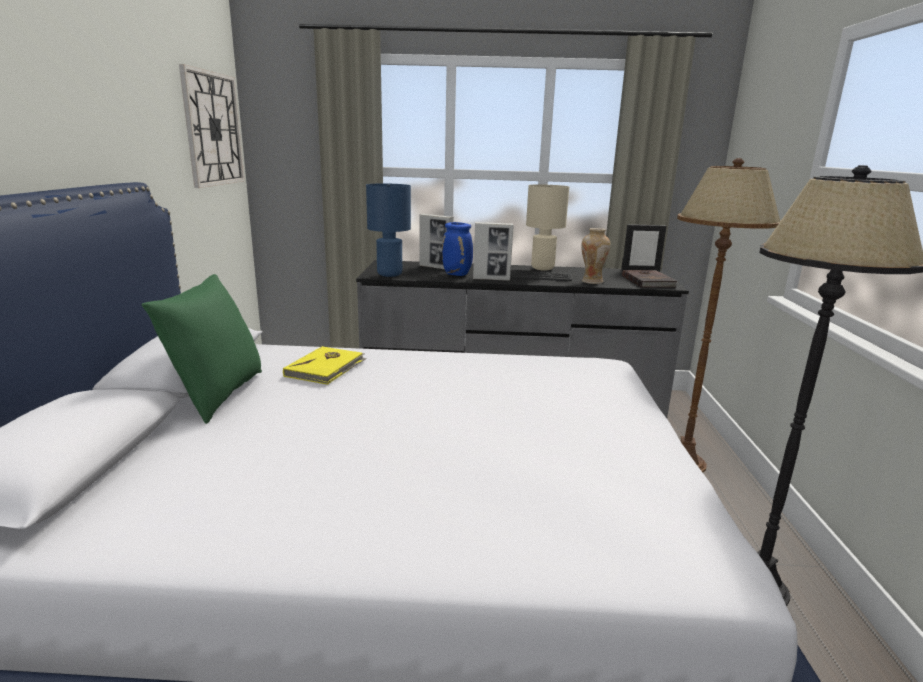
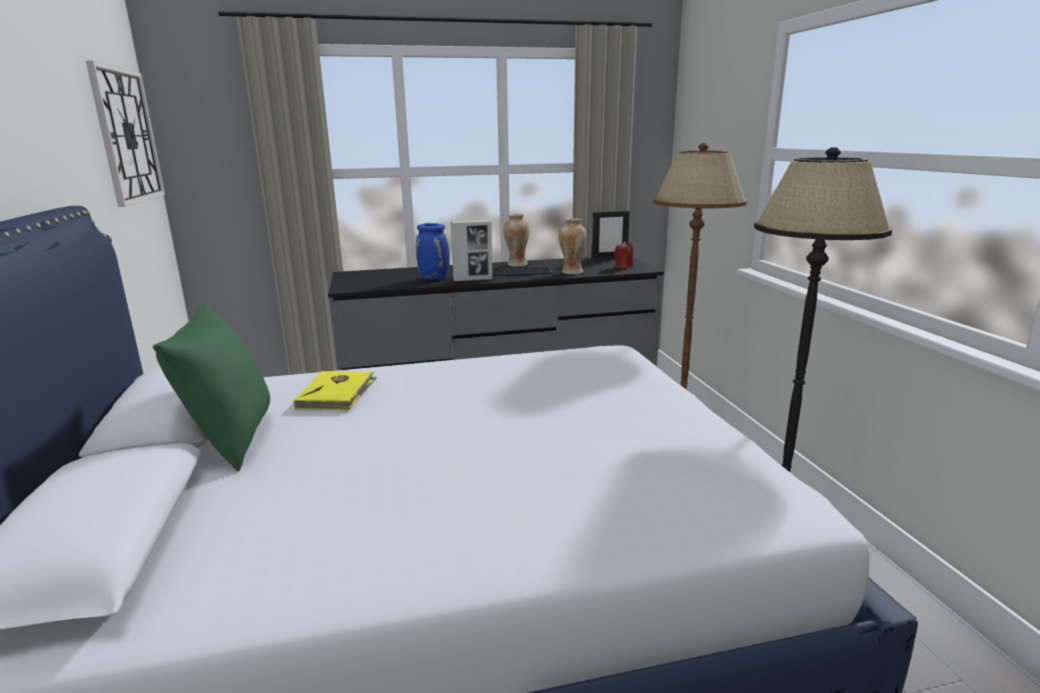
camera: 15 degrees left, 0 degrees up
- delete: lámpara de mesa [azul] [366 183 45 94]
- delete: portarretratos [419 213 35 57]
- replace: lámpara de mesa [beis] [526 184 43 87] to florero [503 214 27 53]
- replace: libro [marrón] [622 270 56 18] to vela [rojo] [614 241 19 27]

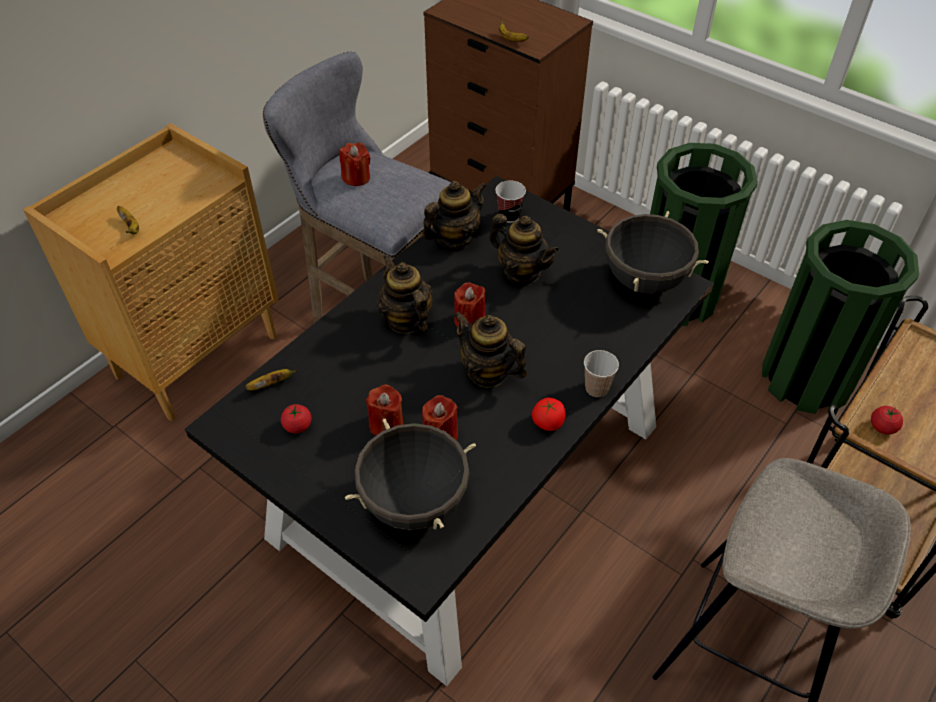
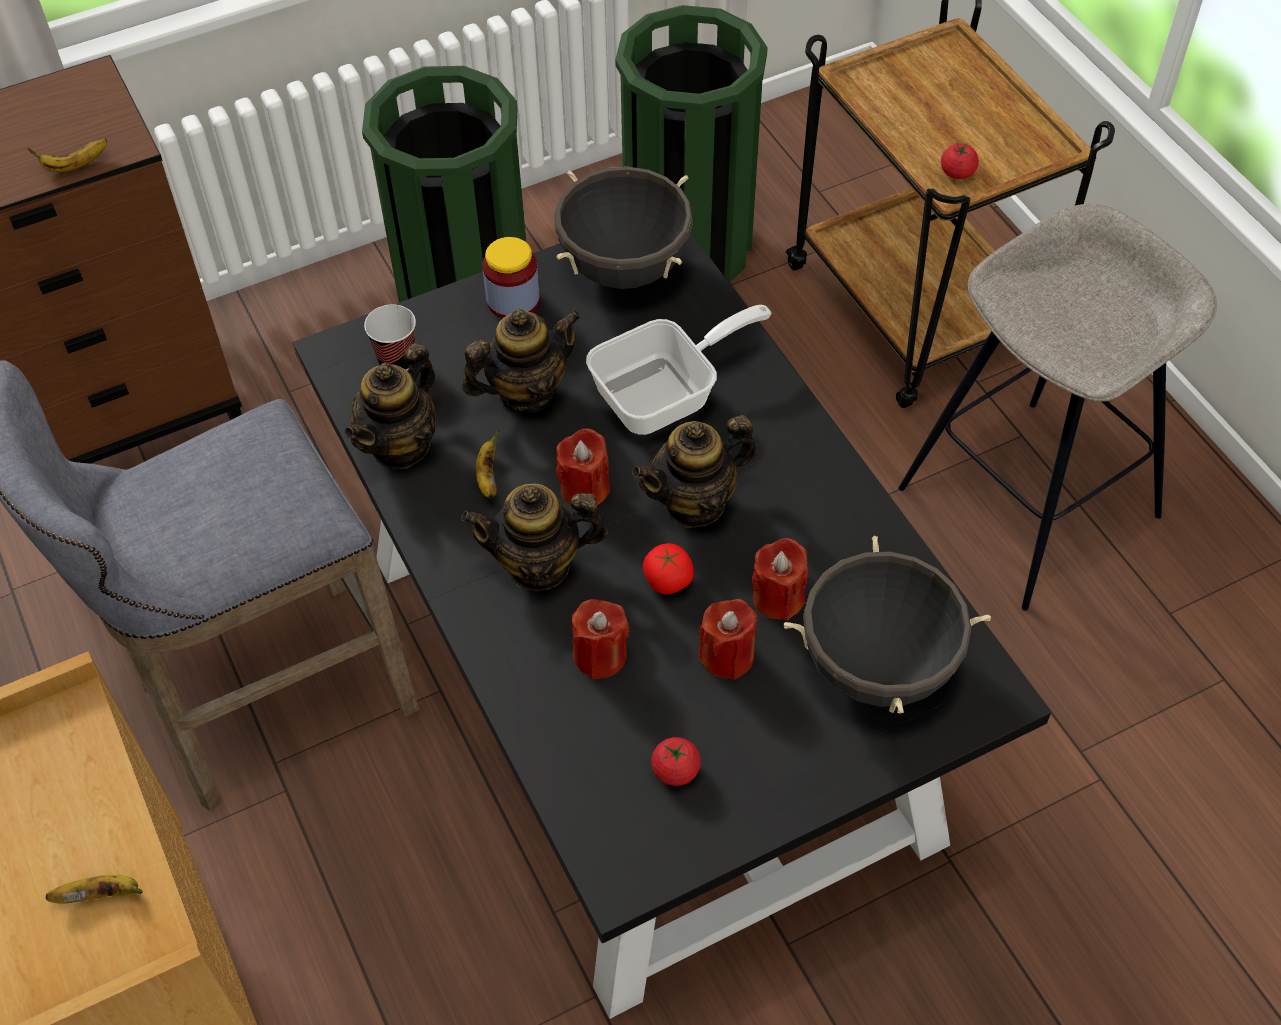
camera: 65 degrees left, 5 degrees up
- delete: taza [584 350 35 47]
- insert: tarro [482 237 58 81]
- insert: sartén [586 305 185 130]
- move: plátano [245 369 52 22] to [476 428 24 70]
- move: vela [rojo] [339 142 31 44] to [571 599 58 80]
- move: tomate [532 398 34 33] to [643 543 51 51]
- rotate: tetera [422 181 64 68] = [345 343 91 126] 135 degrees counterclockwise

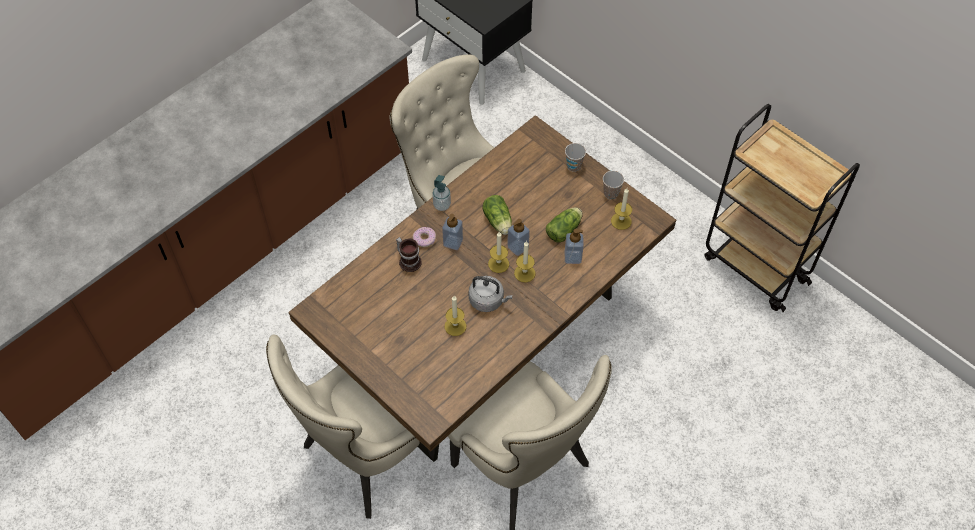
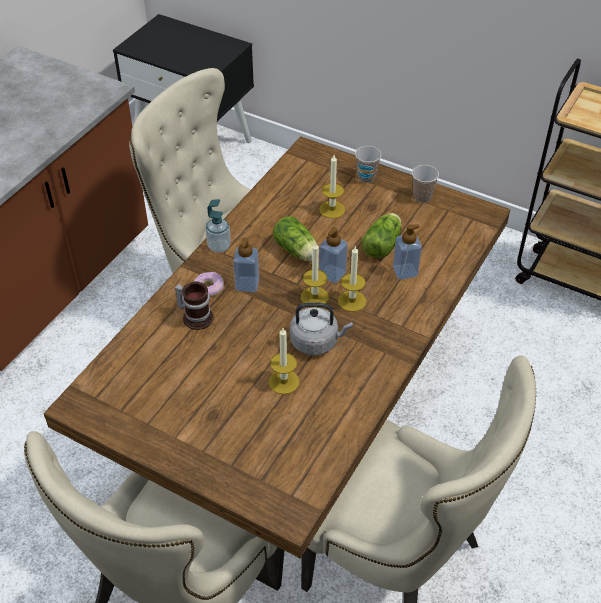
camera: 15 degrees left, 10 degrees down
- move: vela [611 188 21 42] to [319 155 26 63]

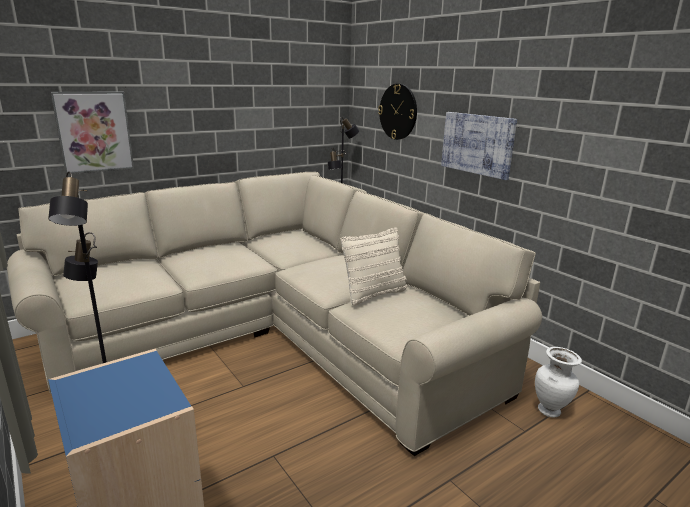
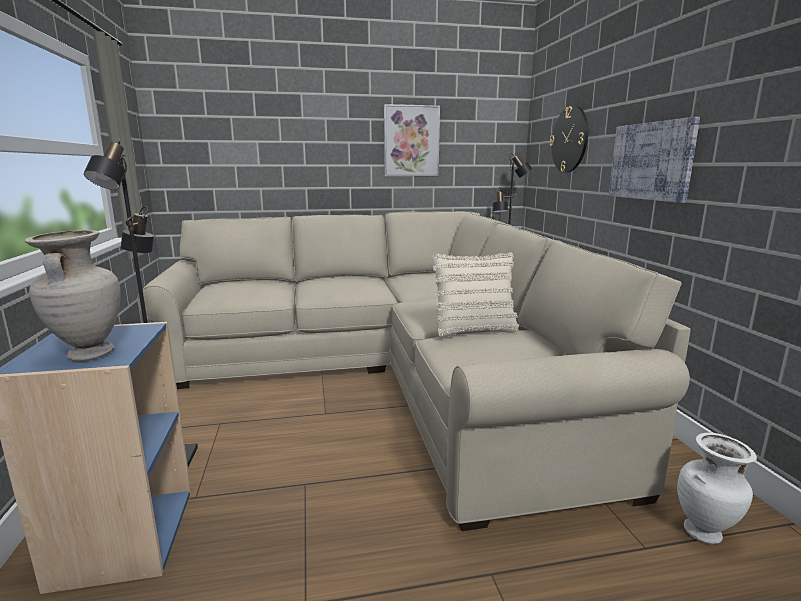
camera: 25 degrees right, 5 degrees down
- insert: florero [beis] [24 230 97 132]
- move: cuadro [51 92 83 82] to [384 104 56 72]

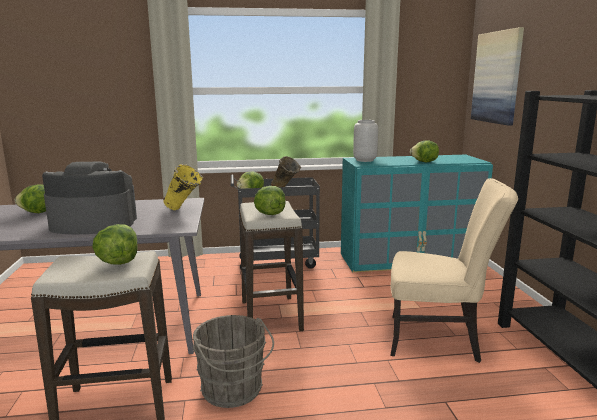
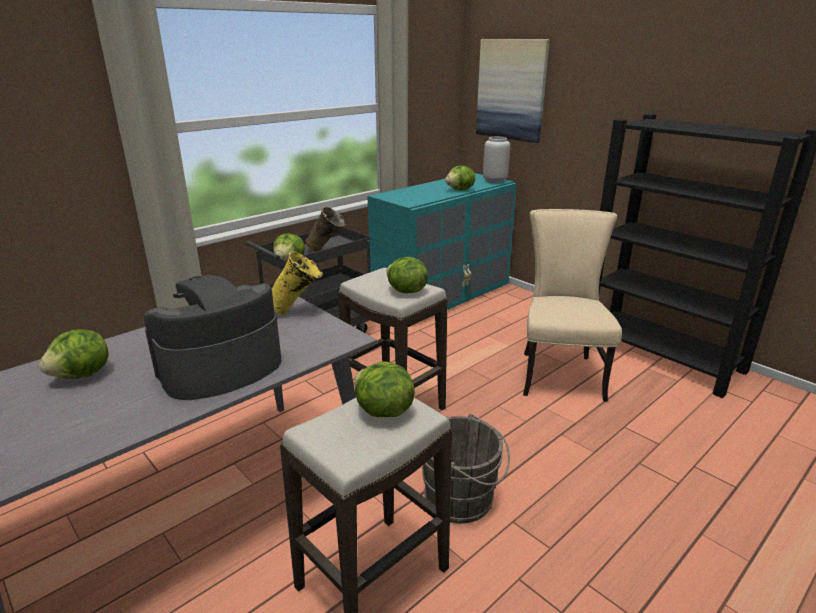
camera: 35 degrees left, 10 degrees up
- move: florero [gris] [353 120 25 42] to [483 137 27 46]
- rotate: silla [beis] [391 178 127 185] = [523 209 99 193] 60 degrees counterclockwise

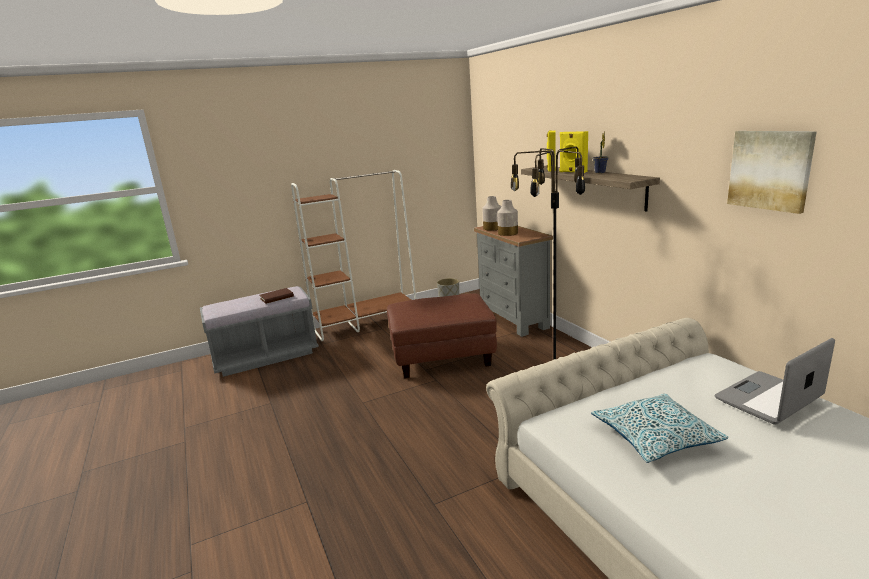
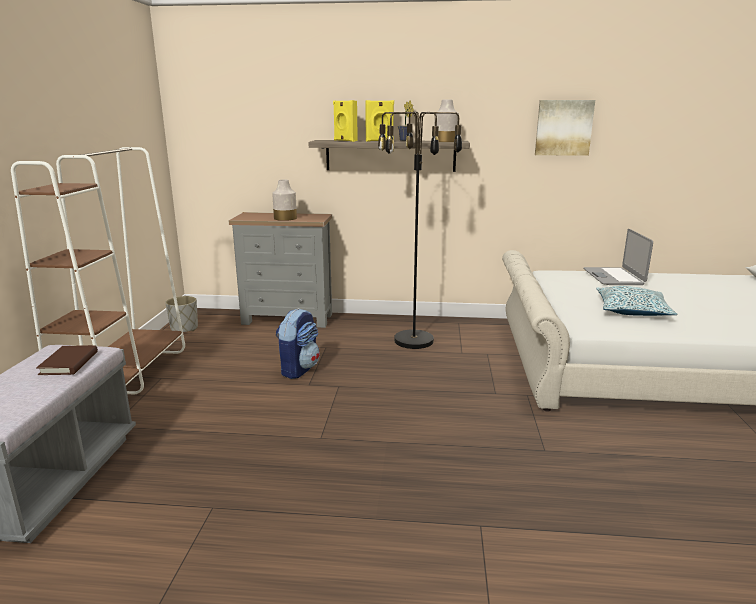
camera: 60 degrees left, 0 degrees up
- move: florero [beis] [482 196 20 35] to [434 100 25 42]
- replace: puf [marrón] [387 294 110 84] to mochila [276 308 44 71]

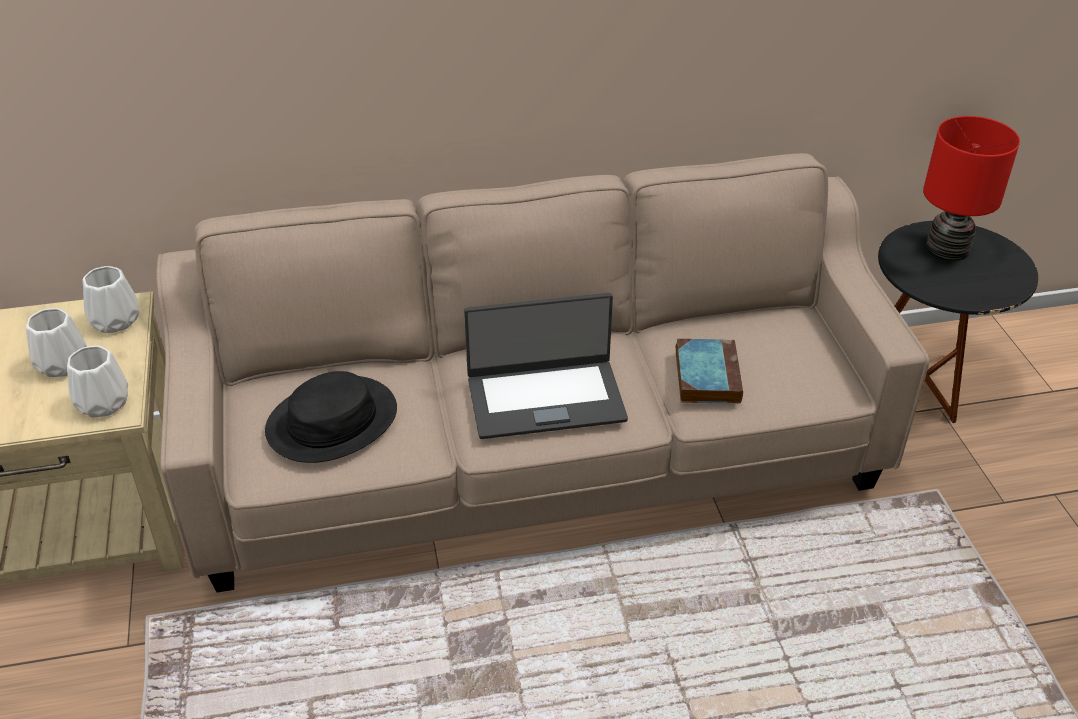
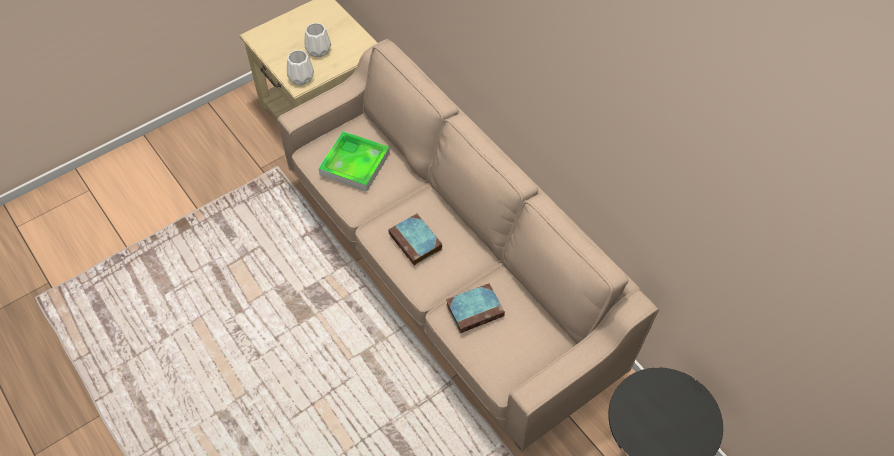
camera: 65 degrees right, 15 degrees up
- delete: florero [blanco] [83 266 56 67]
- delete: lámpara de mesa [rojo] [923 116 97 145]
- replace: sombrero [negro] [265 371 132 92] to bandeja [318 131 72 61]
- replace: portátil [464 293 164 146] to libro [388 214 54 52]

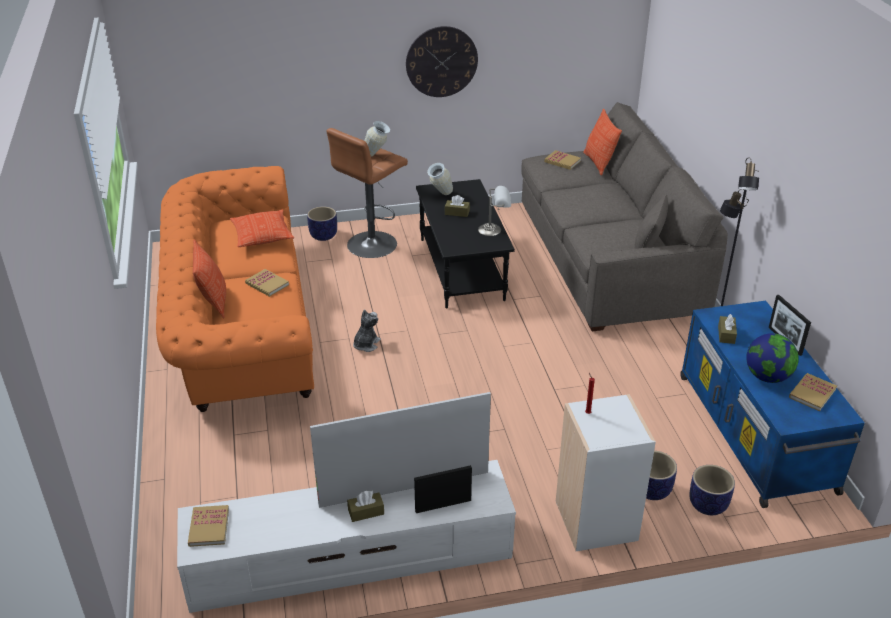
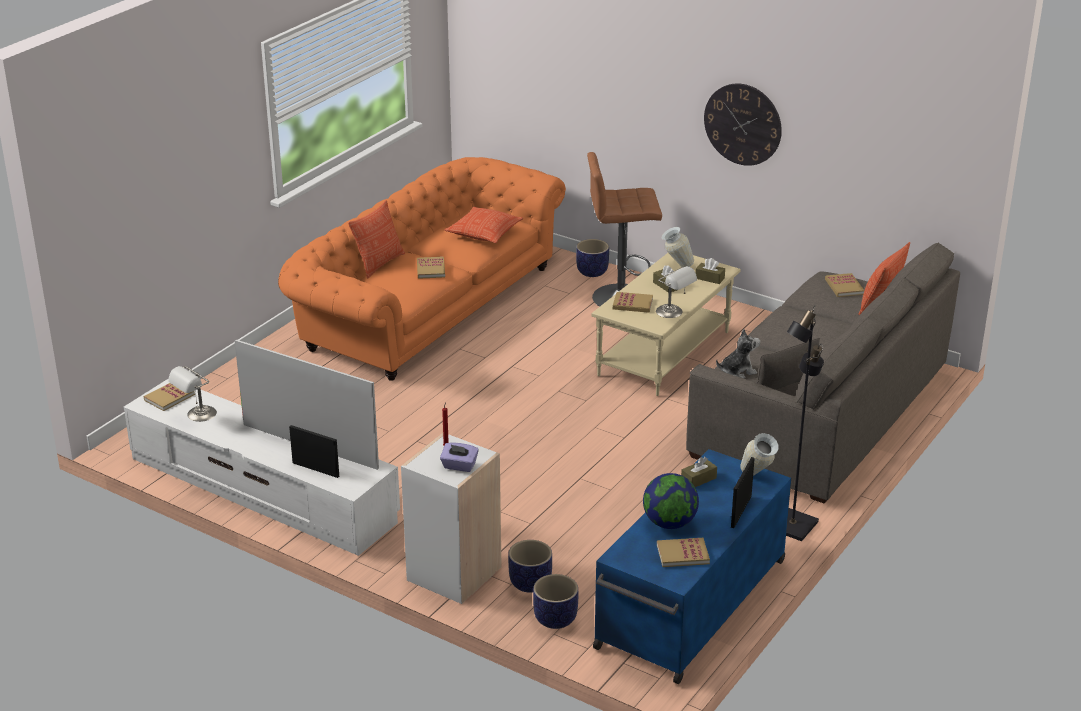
camera: 45 degrees right, 5 degrees down
- insert: lámpara de mesa [blanco] [168 366 49 56]
- insert: caja de pañuelos [morado] [440 442 39 30]
- insert: libro [613 292 40 21]
- move: caja de pañuelos [marrón] [347 491 37 31] to [695 258 30 26]
- move: peluche [353 310 28 42] to [716 329 44 50]
- move: florero [365 121 25 35] to [741 433 38 43]
- recolor: mesa de centro [negro] [416 179 99 129] to mesa de centro [beis] [591 253 150 143]

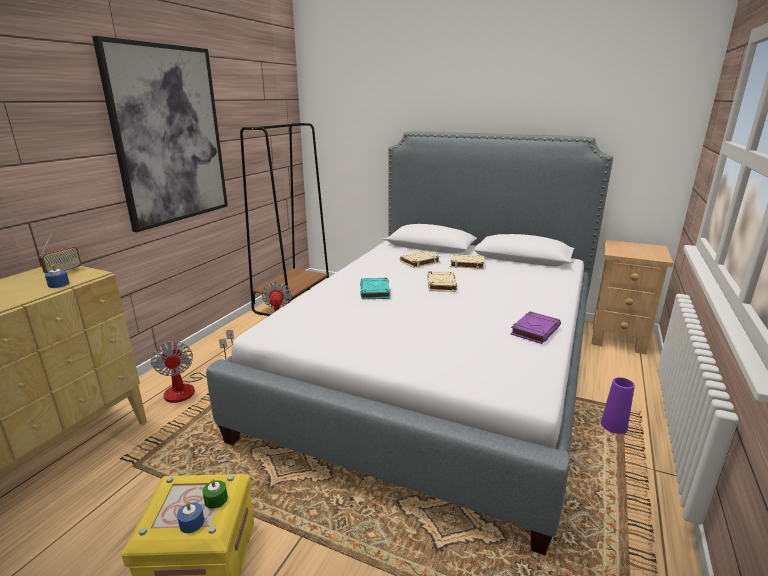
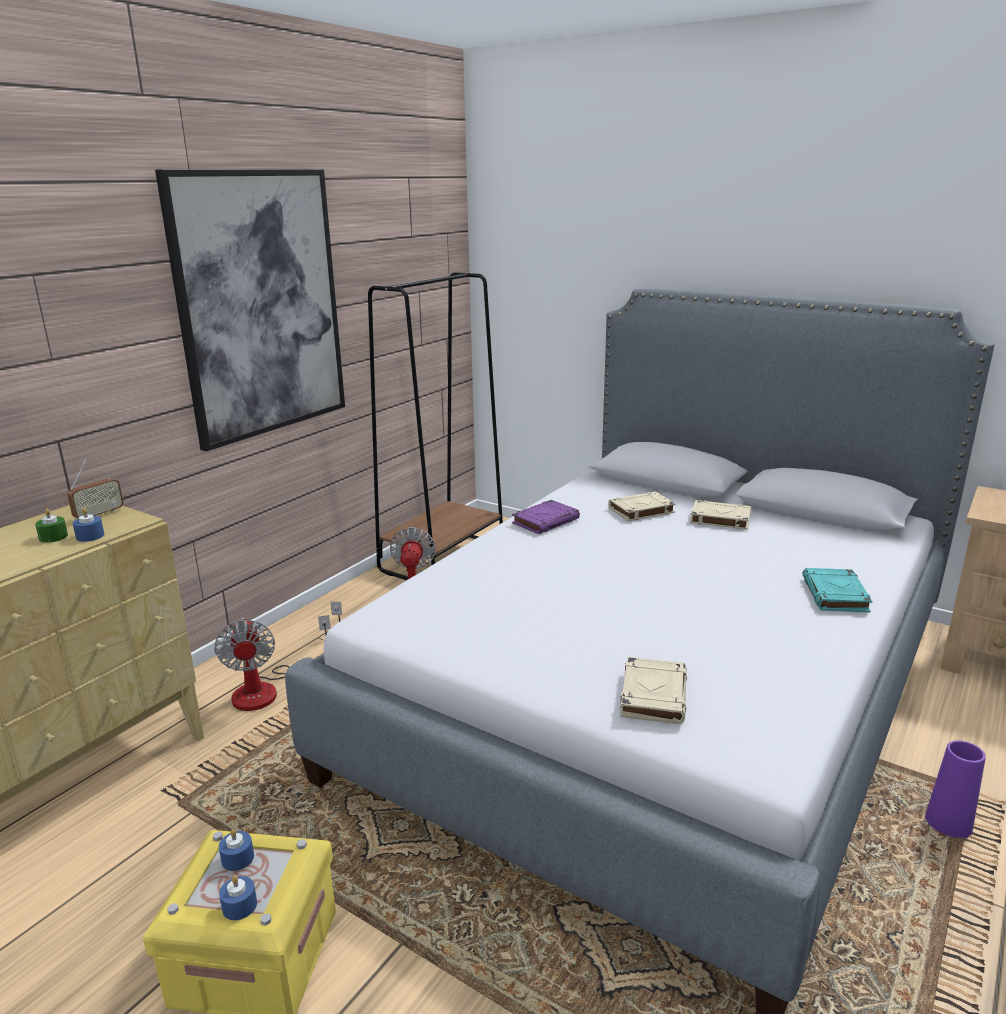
camera: 10 degrees right, 0 degrees up
- insert: vela [azul] [219 829 35 42]
- move: vela [verde] [203 479 25 30] to [35 508 33 35]
- move: libro [turquesa] [360 278 30 21] to [803 568 69 44]
- move: libro [beis] [428 271 29 21] to [620 657 67 67]
- move: libro [morado] [511 311 50 33] to [512 500 68 34]

